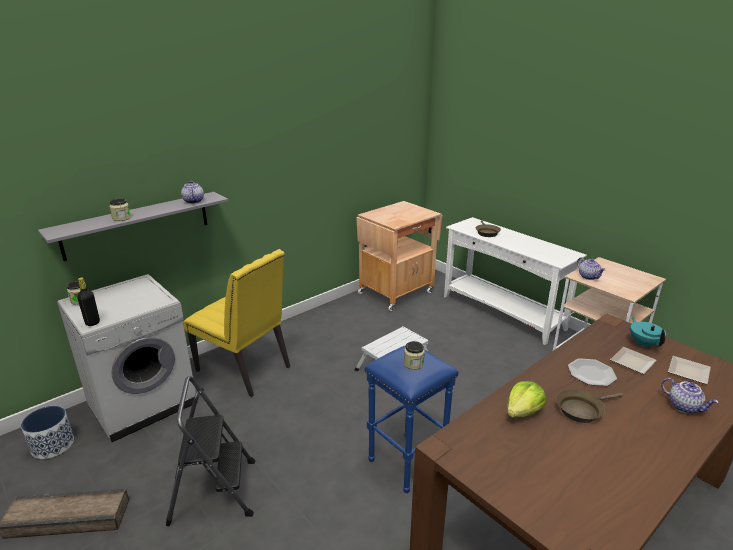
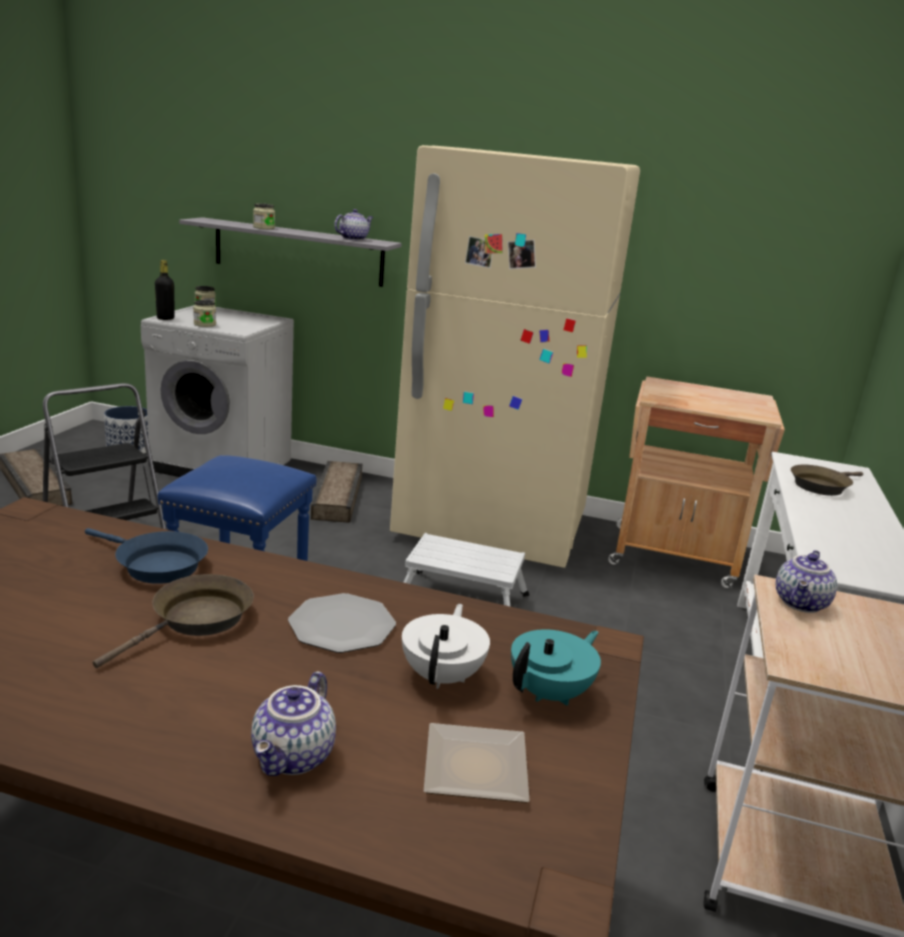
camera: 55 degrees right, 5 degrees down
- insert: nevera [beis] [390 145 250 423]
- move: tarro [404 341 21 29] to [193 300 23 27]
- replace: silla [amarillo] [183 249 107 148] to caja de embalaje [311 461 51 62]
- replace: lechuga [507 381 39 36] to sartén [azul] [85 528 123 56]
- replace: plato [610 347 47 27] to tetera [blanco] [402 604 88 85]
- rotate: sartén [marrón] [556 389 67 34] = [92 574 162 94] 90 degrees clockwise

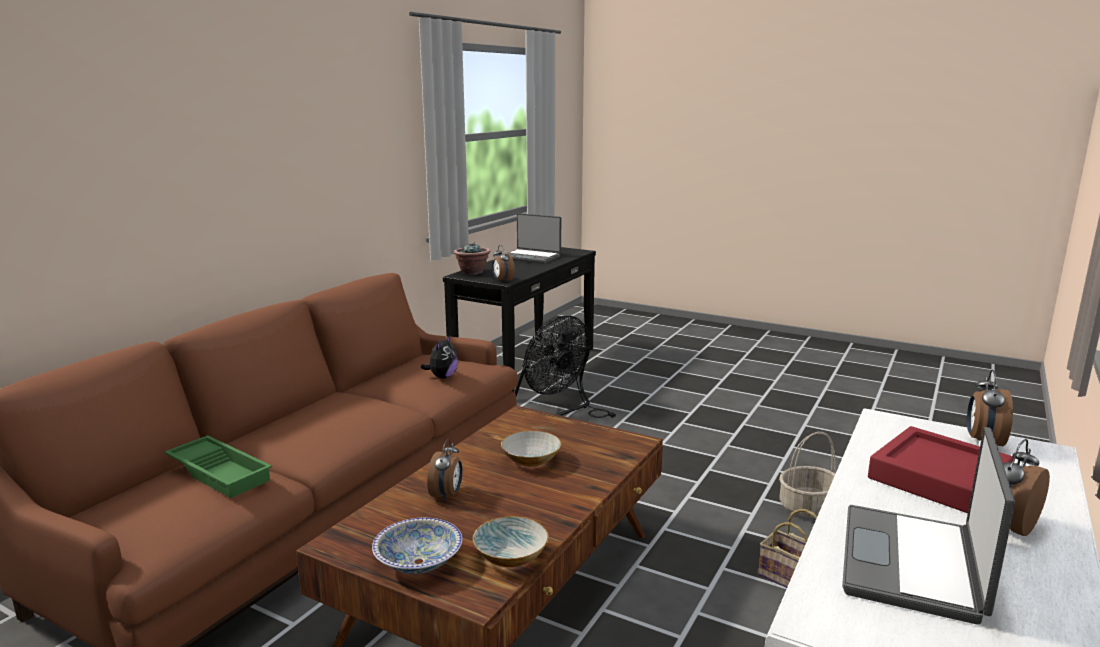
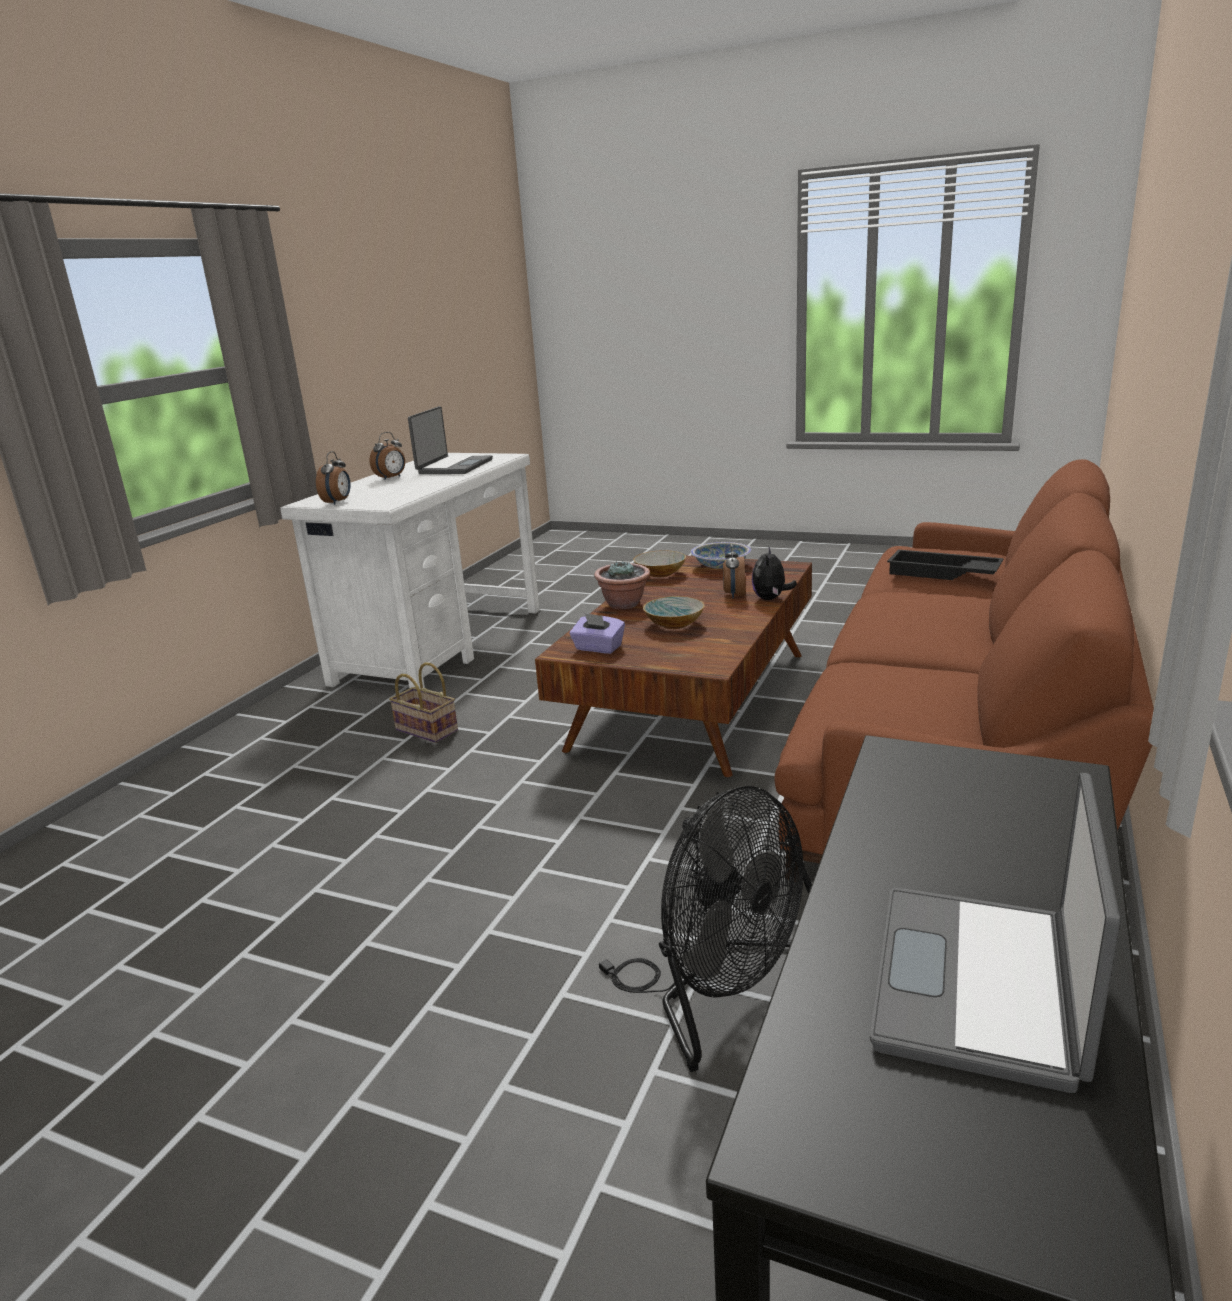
camera: 175 degrees right, 5 degrees up
- delete: despertador [492 245 23 37]
- delete: cesta [779 432 57 86]
- delete: bandeja [rojo] [868 426 145 87]
- insert: caja de pañuelos [morado] [570 613 55 41]
- move: peluche [420 335 38 44] to [752 547 45 53]
- move: planta en maceta [453 242 37 33] to [594 560 56 49]
- recolor: bandeja [verde] [164 435 108 63] to bandeja [negro] [887 549 117 31]
- rotate: portátil [500 213 61 51] = [870 773 251 320] 90 degrees counterclockwise

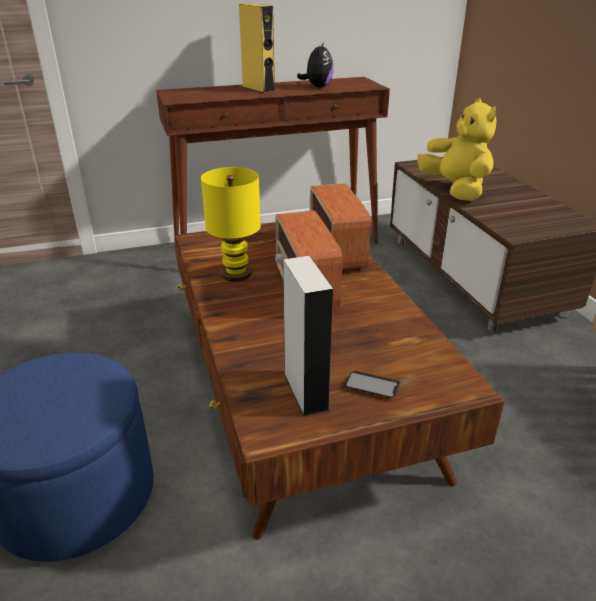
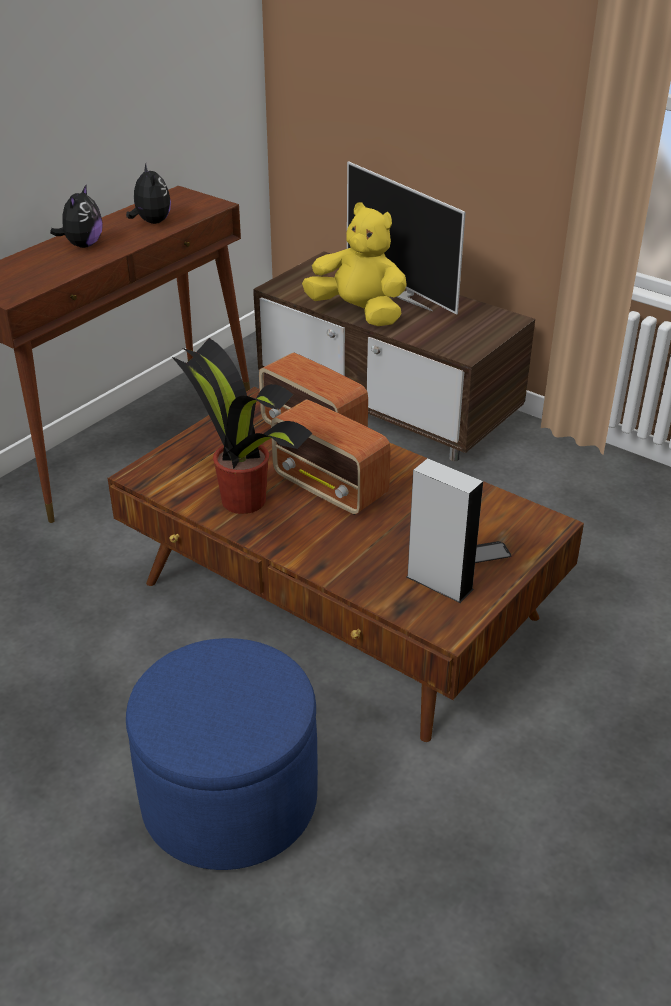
camera: 35 degrees left, 5 degrees up
- insert: televisor [347 161 119 154]
- replace: lámpara de mesa [amarillo] [201 167 60 115] to planta en maceta [171 338 141 176]
- replace: altavoz [amarillo] [239 3 36 90] to peluche [50 184 53 64]

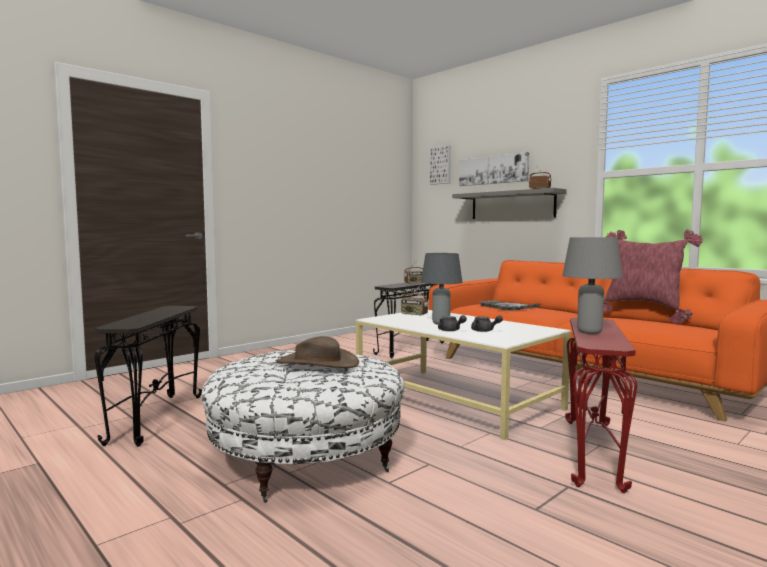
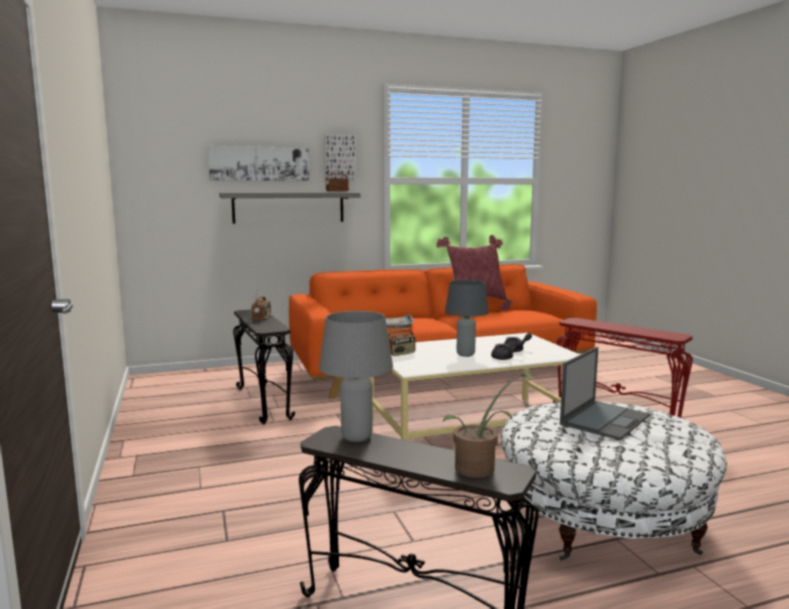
camera: 65 degrees left, 5 degrees up
- insert: planta en maceta [443 373 93 105]
- move: cuadro [430 145 21 40] to [324 134 32 49]
- move: lámpara de mesa [gris] [562 237 61 97] to [319 311 74 131]
- replace: sombrero [marrón] [276 336 83 32] to portátil [560 347 90 93]

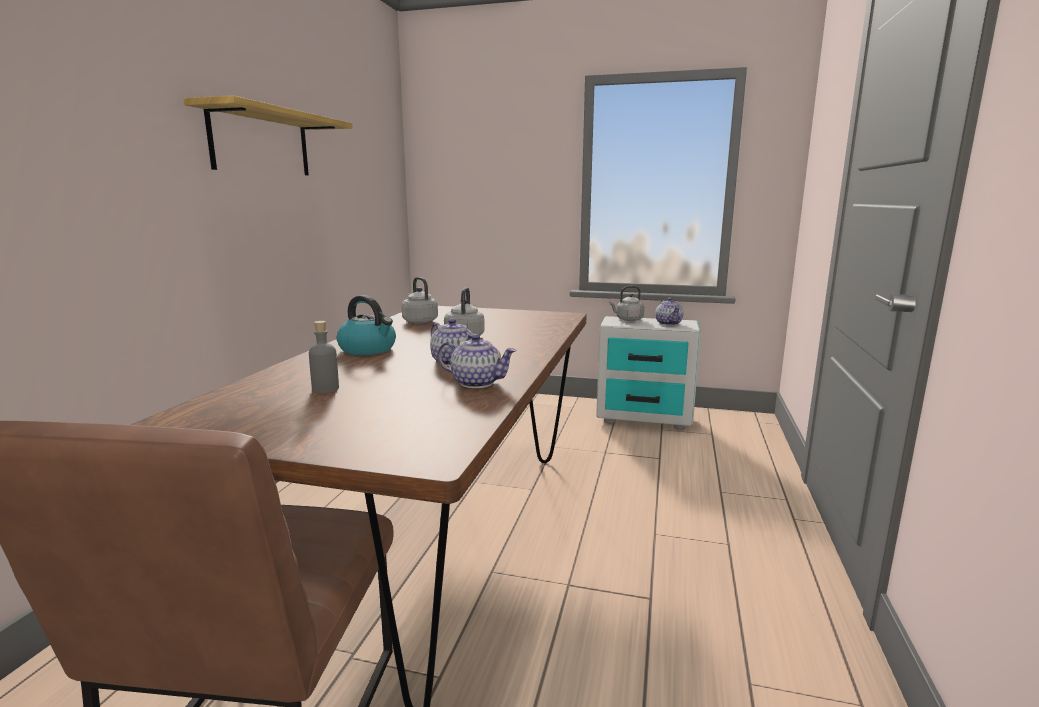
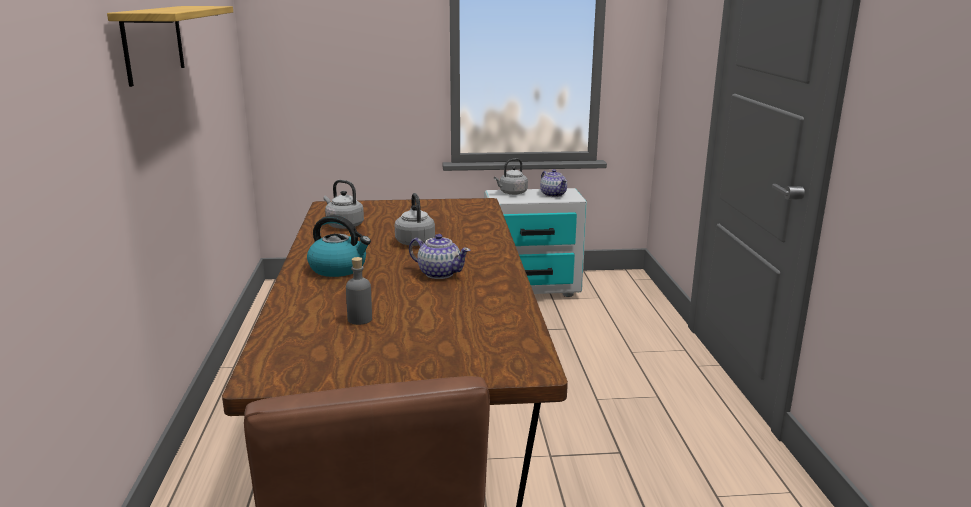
camera: 20 degrees left, 5 degrees up
- delete: tetera [438 334 79 54]

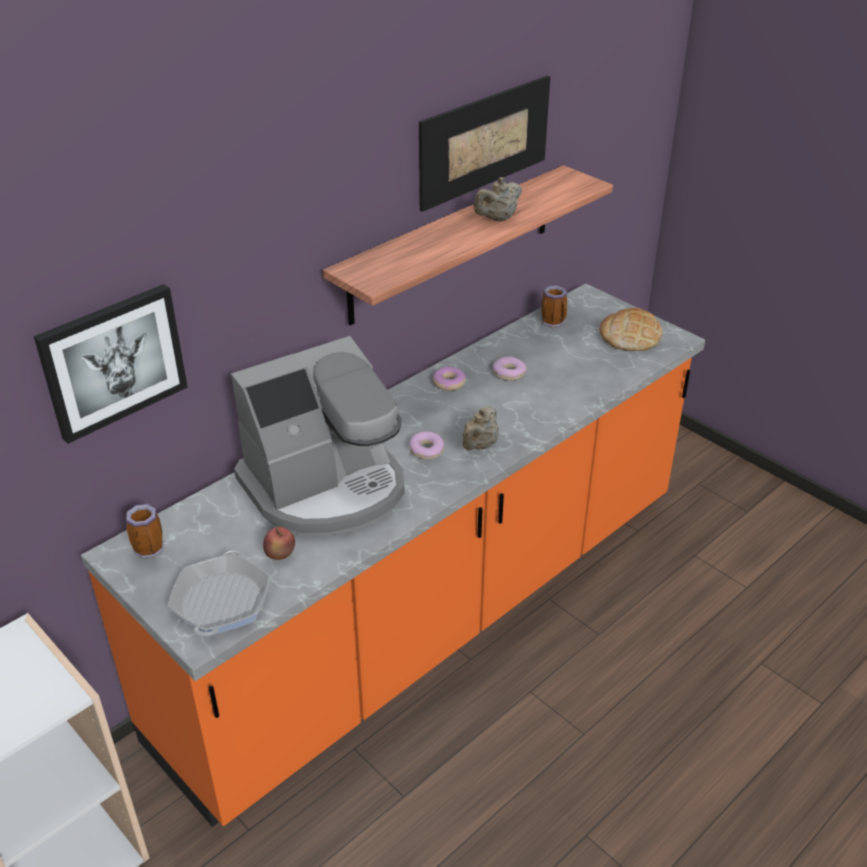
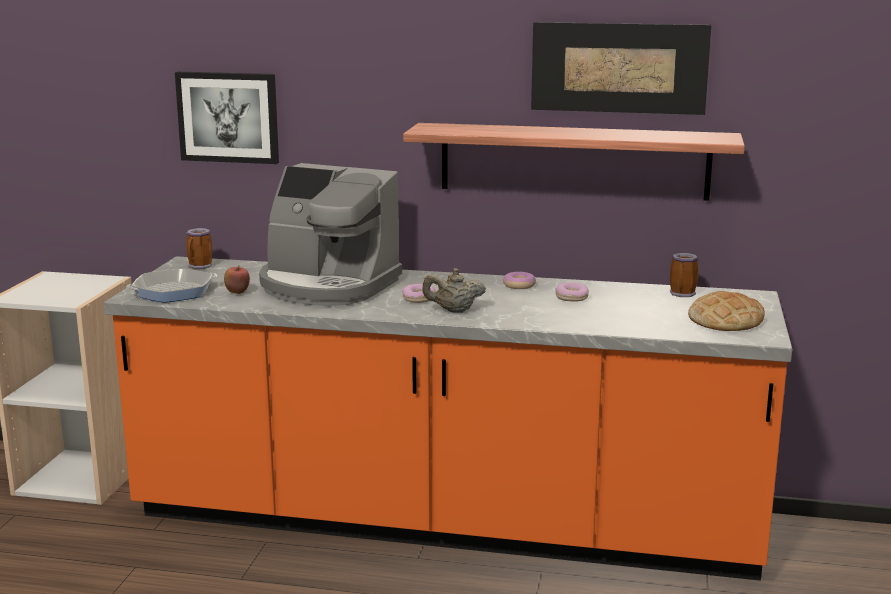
camera: 55 degrees right, 20 degrees down
- delete: tetera [beis] [474 177 48 44]

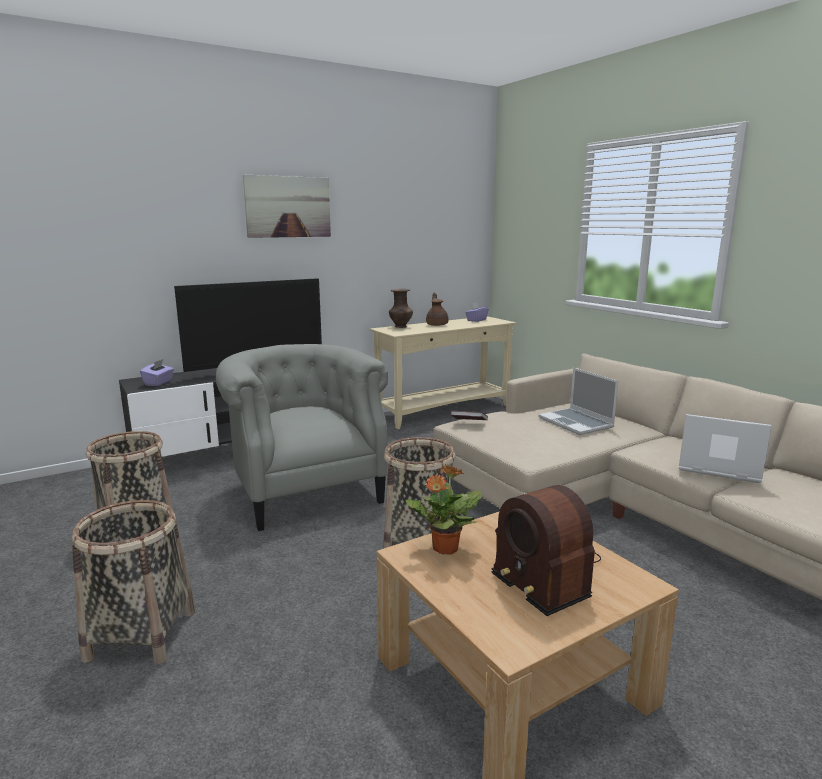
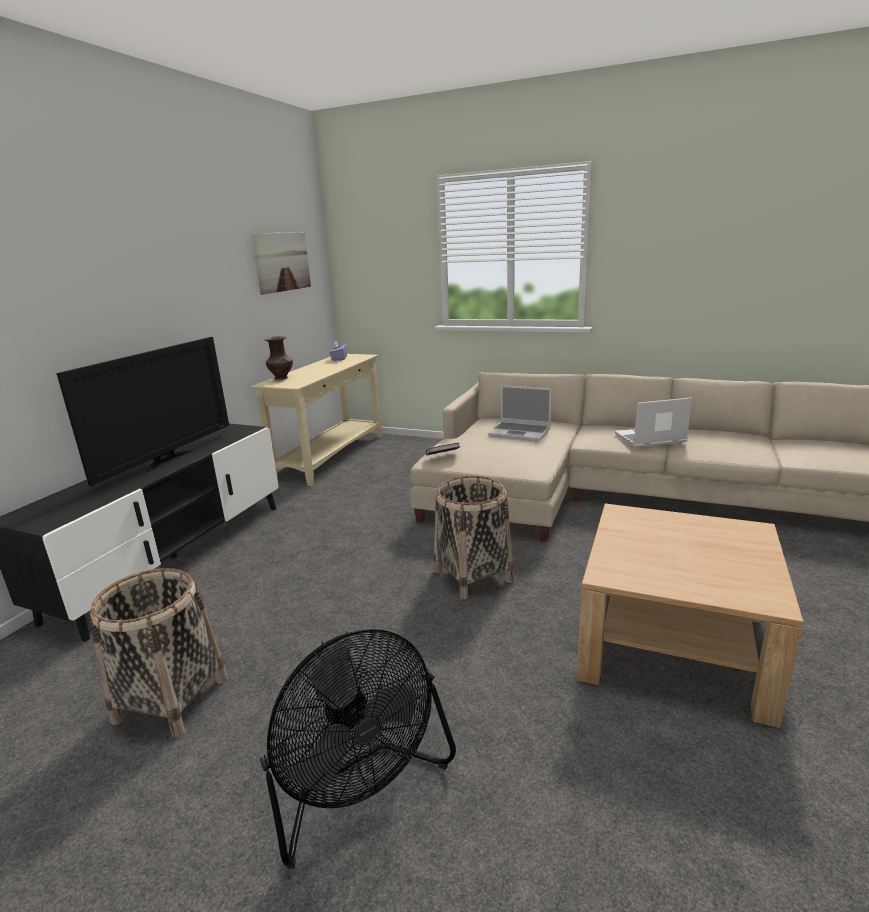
camera: 35 degrees left, 5 degrees up
- delete: caja de pañuelos [morado] [140 359 34 27]
- delete: sillón [gris] [216 344 172 187]
- delete: planta en maceta [405 464 77 91]
- delete: tetera [marrón] [426 293 23 33]
- delete: radio [491 485 110 131]
- move: cuadro [243 174 88 64] to [251 232 60 63]
- replace: cesta [72 500 123 164] to ventilador [negro] [260 629 196 240]

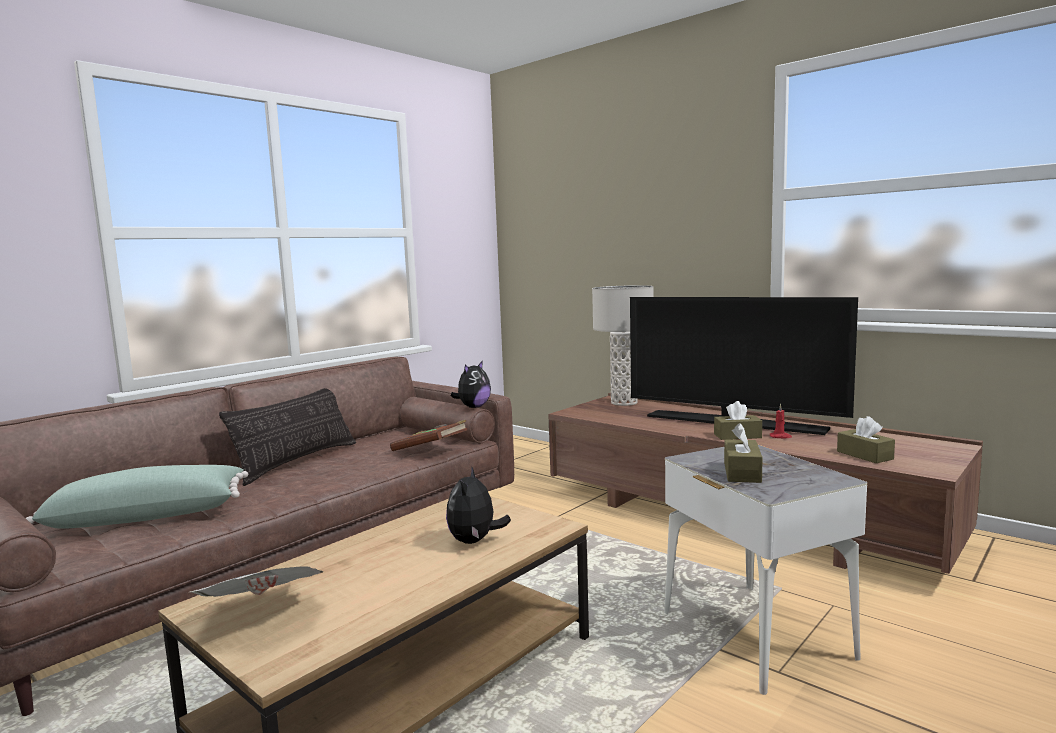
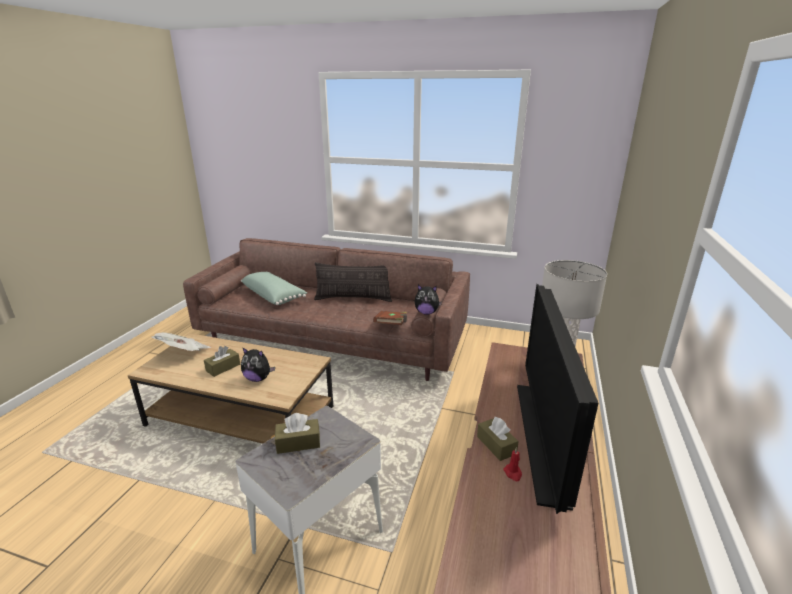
camera: 65 degrees right, 15 degrees up
- move: caja de pañuelos [marrón] [837 416 58 47] to [204 346 36 31]
- rotate: peluche [446 468 65 76] = [241 347 34 35] 150 degrees counterclockwise

